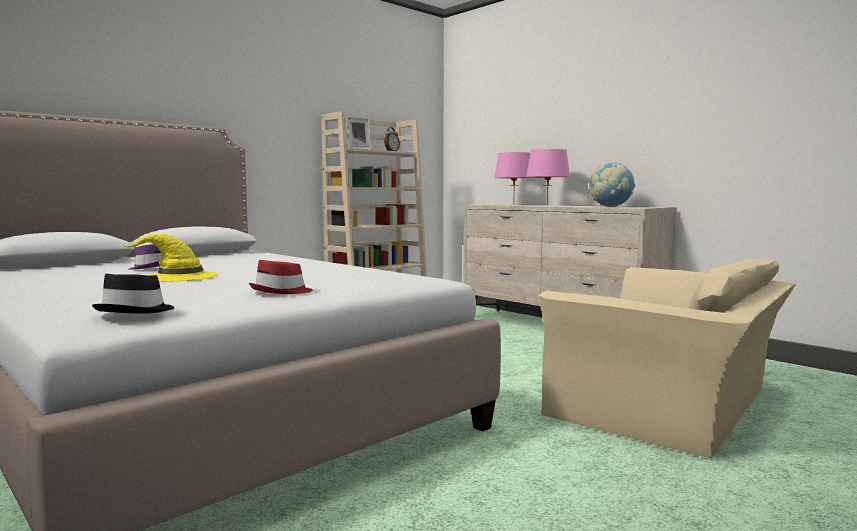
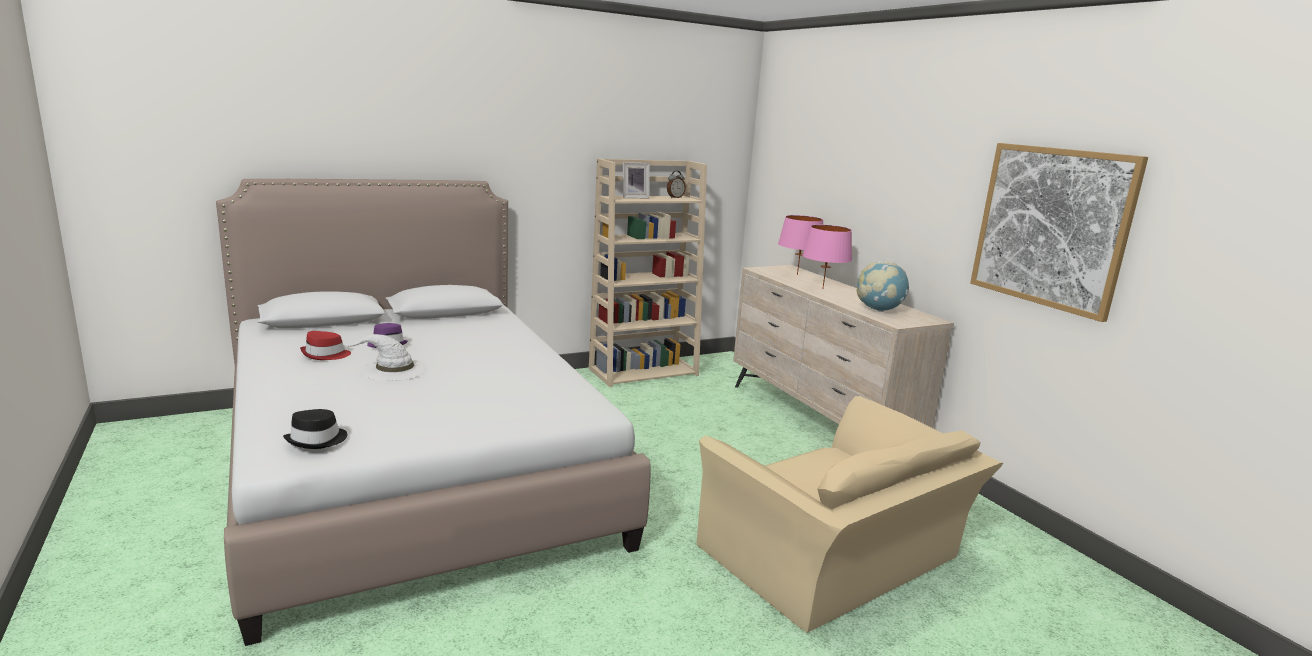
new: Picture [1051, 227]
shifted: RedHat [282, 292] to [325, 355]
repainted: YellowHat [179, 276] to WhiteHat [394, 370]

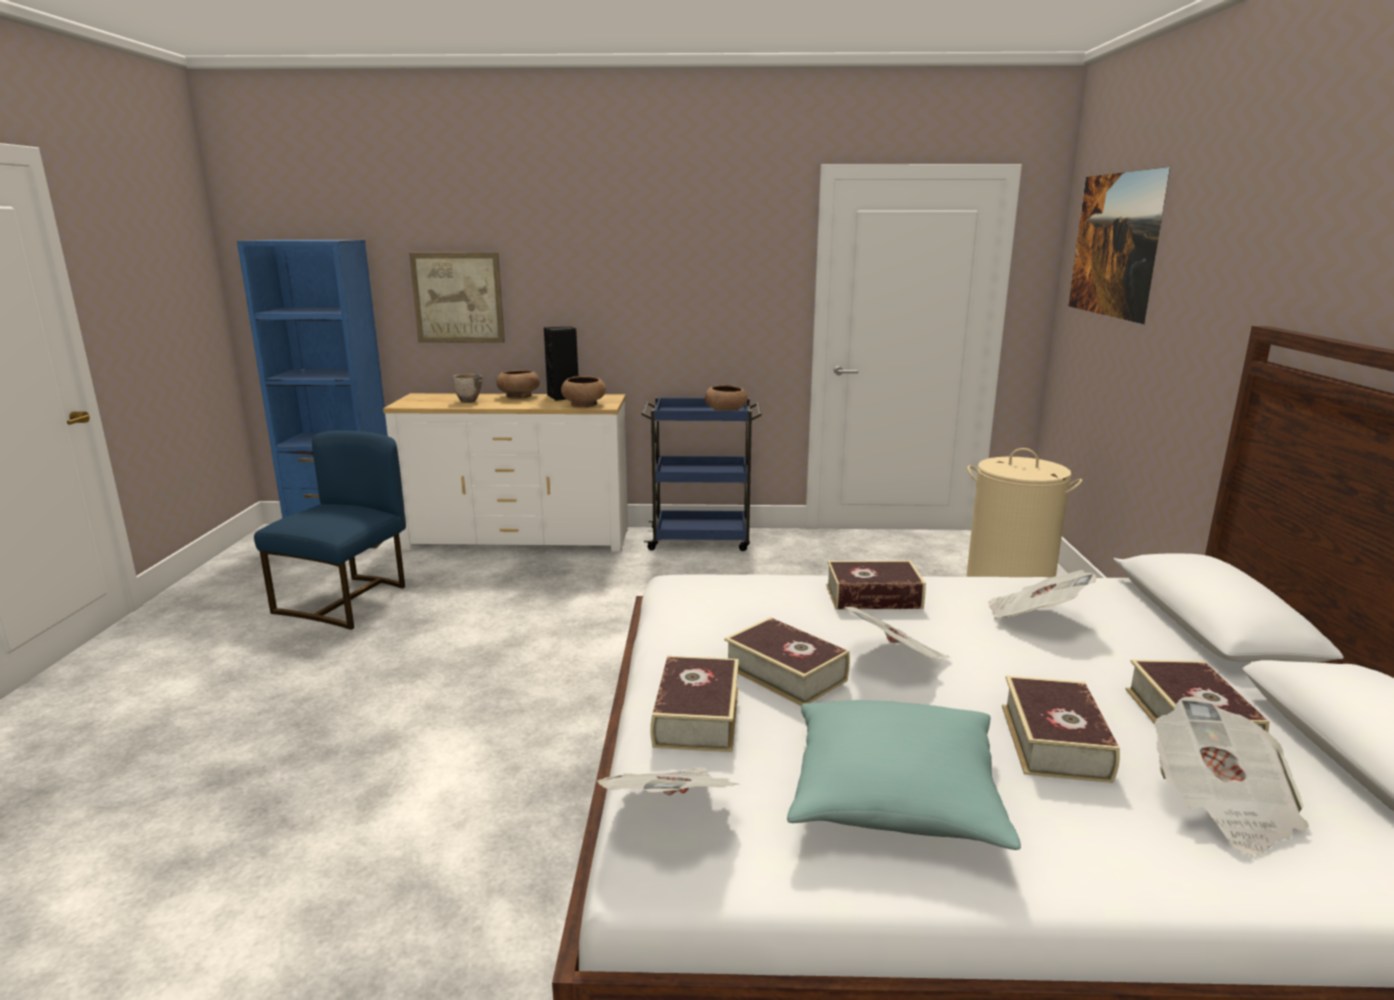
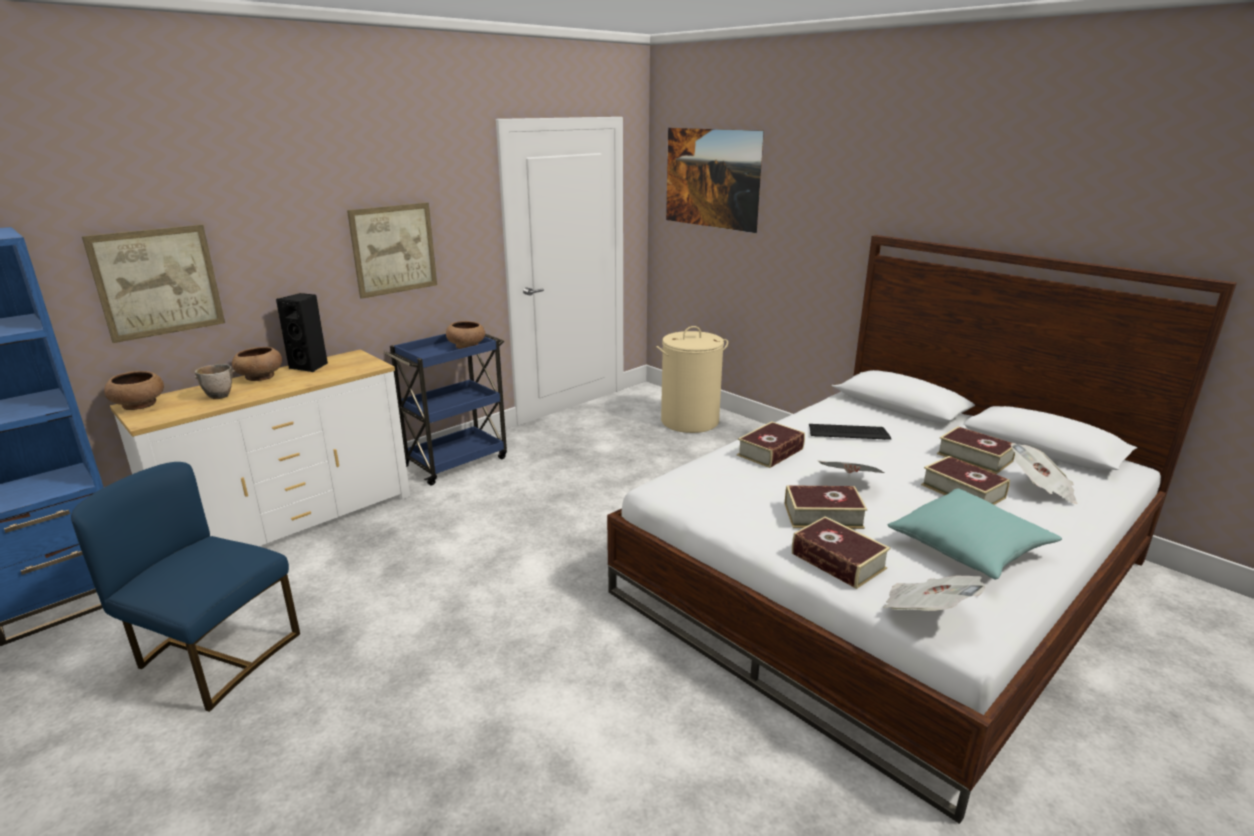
new: Picture [394, 249]
shifted: BrownBowl [584, 405] to [140, 404]
swapped: Newspaper [1034, 617] to Keyboard [848, 433]
rotated: BlueChair [347, 601] = [214, 656] 45 degrees counterclockwise

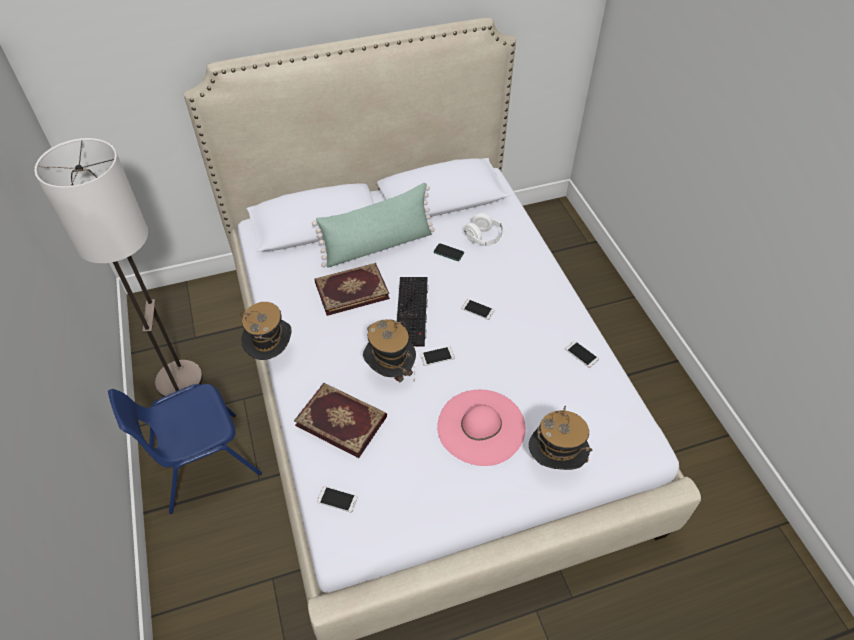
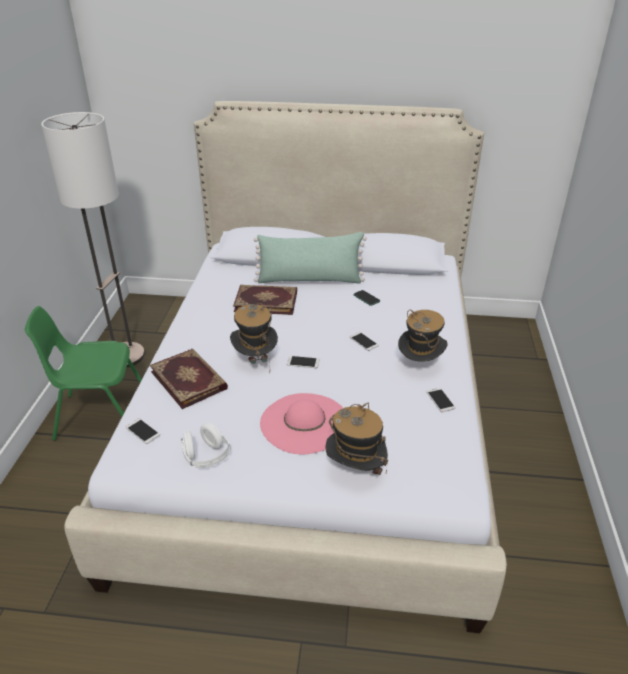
gone: Keyboard [413, 312]
shifted: WhiteHeadphones [484, 238] to [206, 457]; Hat [271, 353] to [420, 366]
repainted: BlueChair [202, 463] to GreenChair [100, 415]

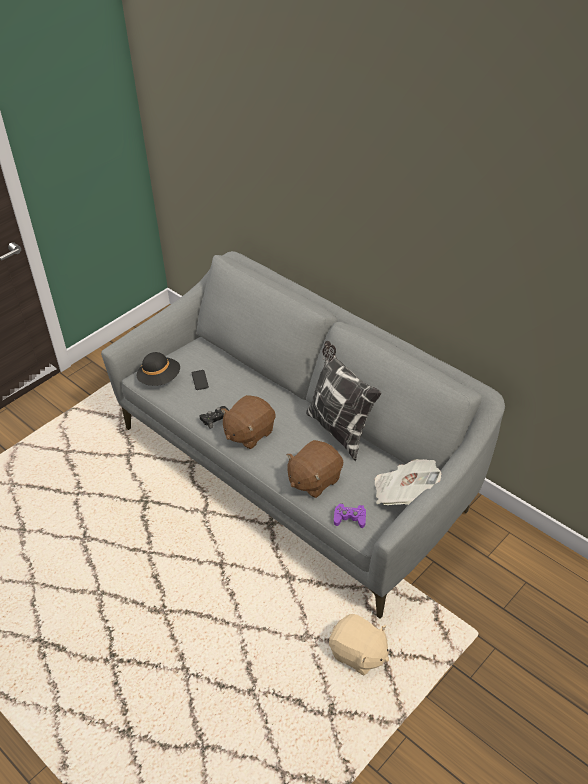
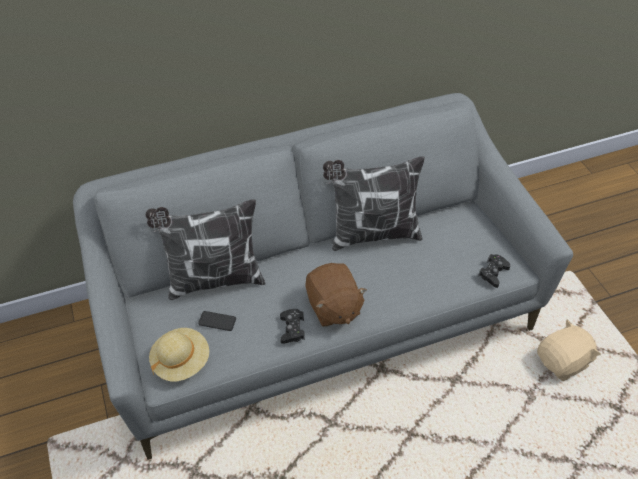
gone: BrownPlushToy [314, 480]; Newspaper [403, 493]
new: Pillow [213, 280]
repainted: BlackHat [160, 379] to BeigeHat [181, 362]; PurpleGameController [350, 518] to BlackGameController [493, 273]

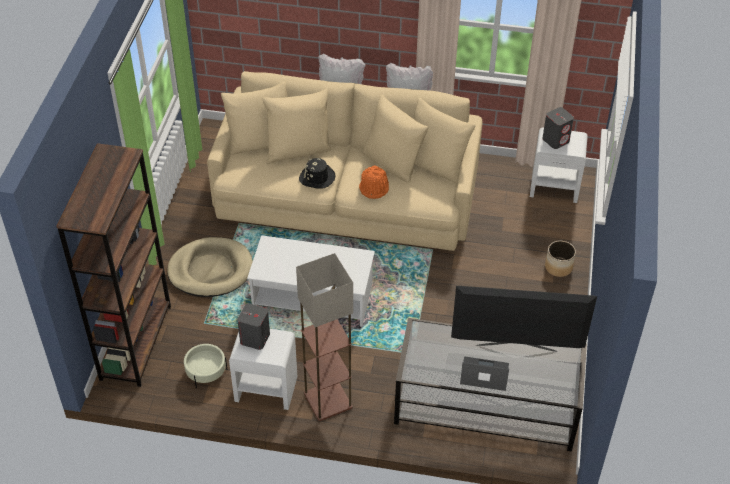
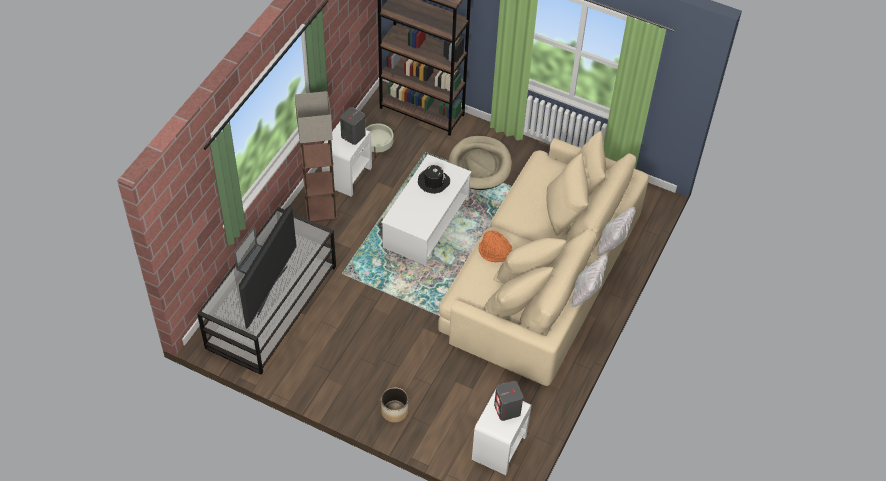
shifted: BlackHat [317, 177] to [433, 182]

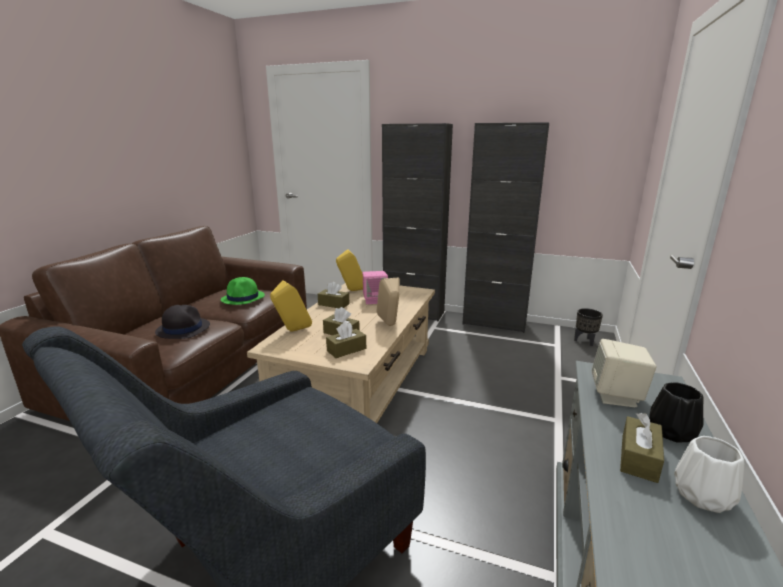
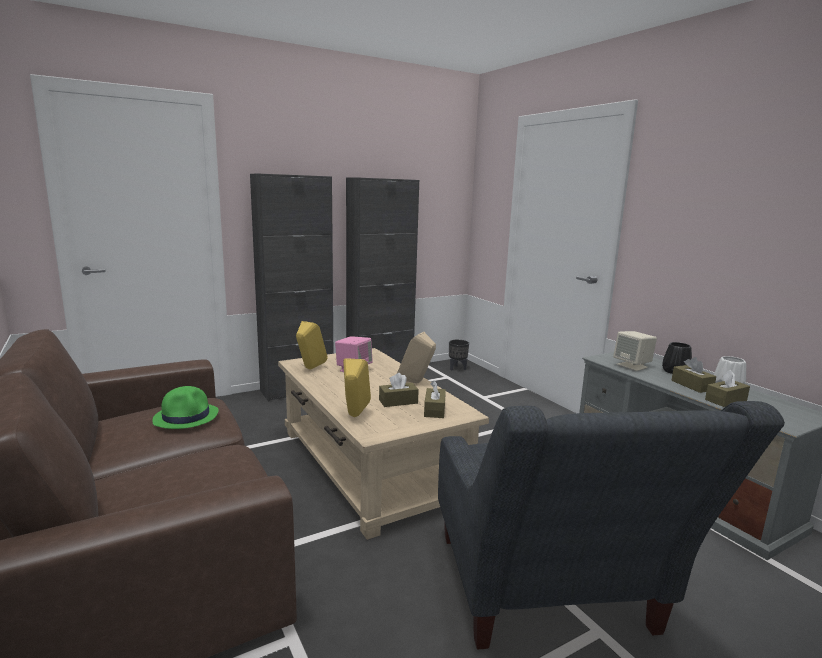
gone: BlackHat [183, 329]
shifted: BrownTissueBox [333, 304] to [725, 400]

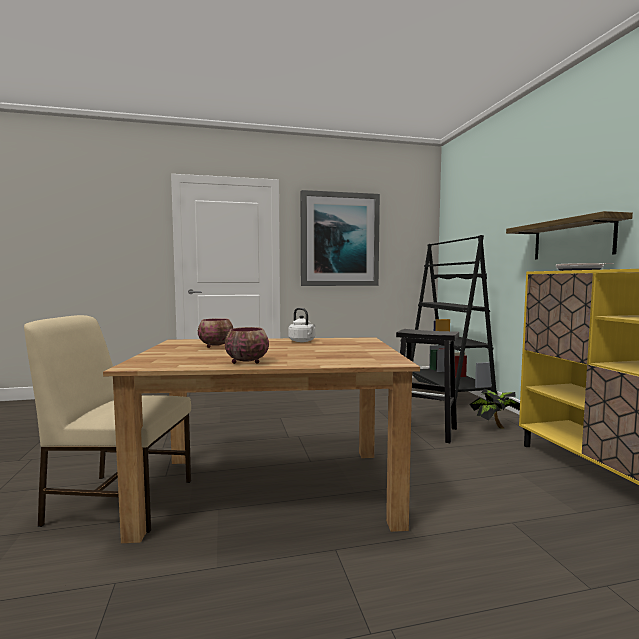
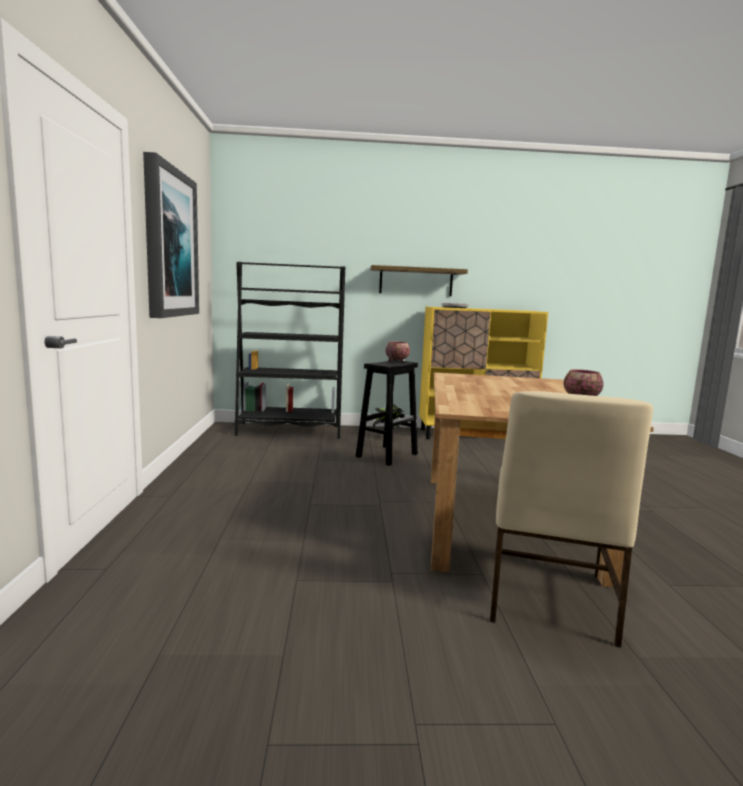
gone: WhiteKettle [302, 341]
shifted: Bowl [217, 346] to [397, 361]

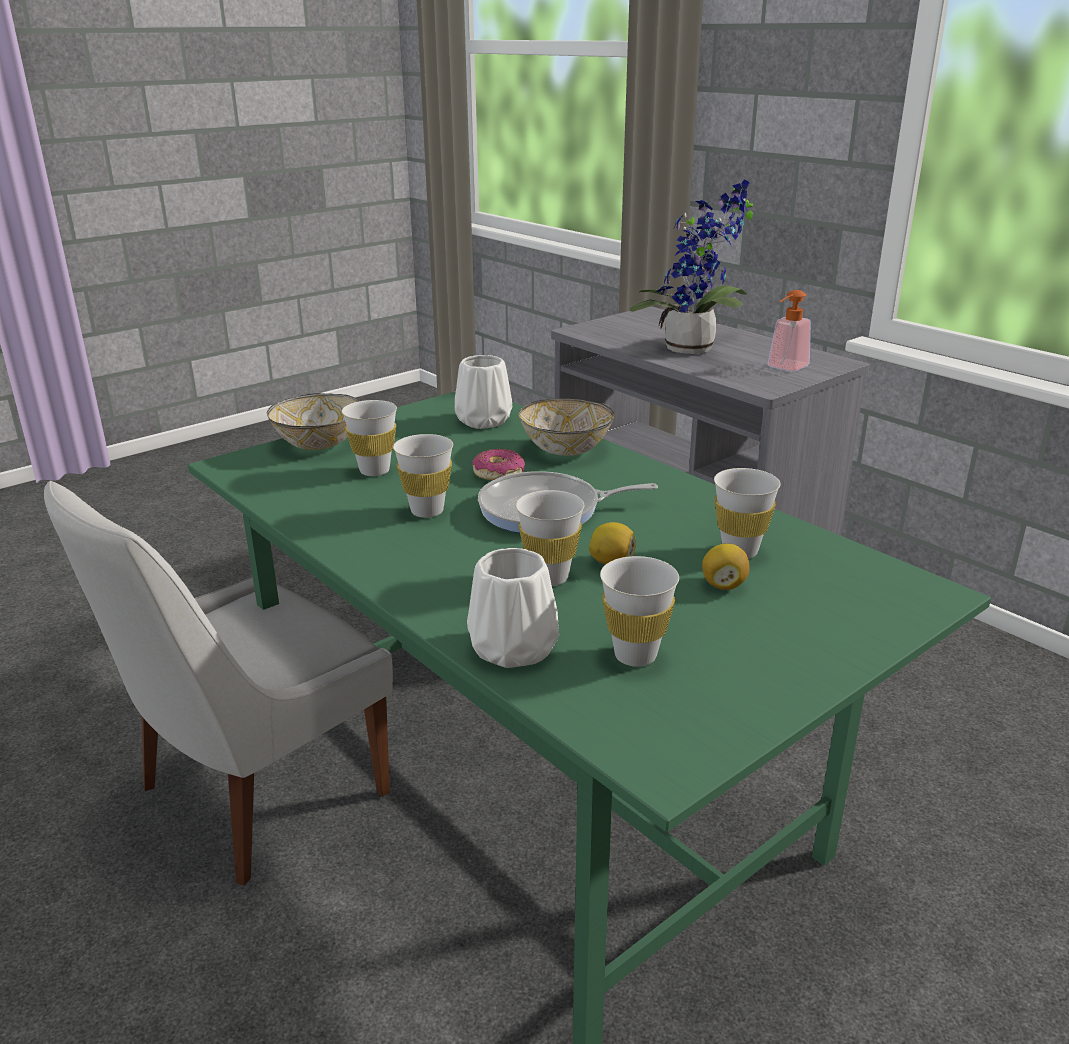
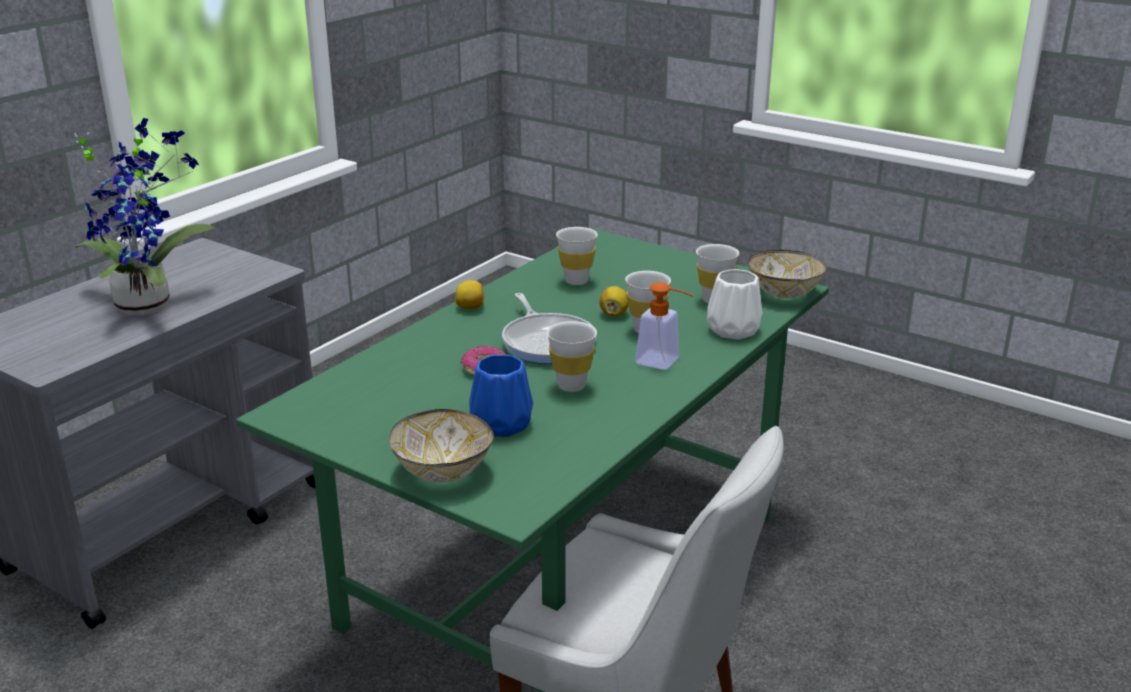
gone: WhiteVase [484, 421]
shifted: Lemon [723, 585] to [470, 307]; SoapDispenser [784, 368] to [664, 363]; Bowl [567, 450] to [784, 293]
swapped: WhiteCup [374, 471] to BlueVase [500, 425]

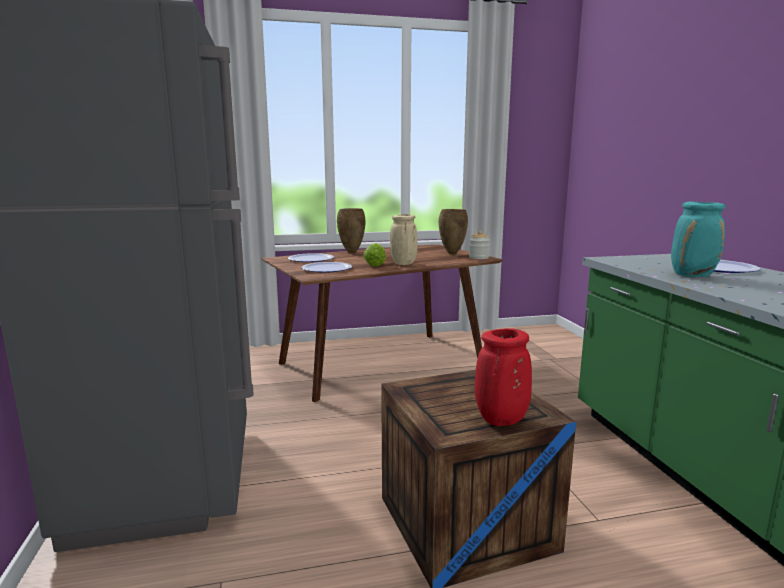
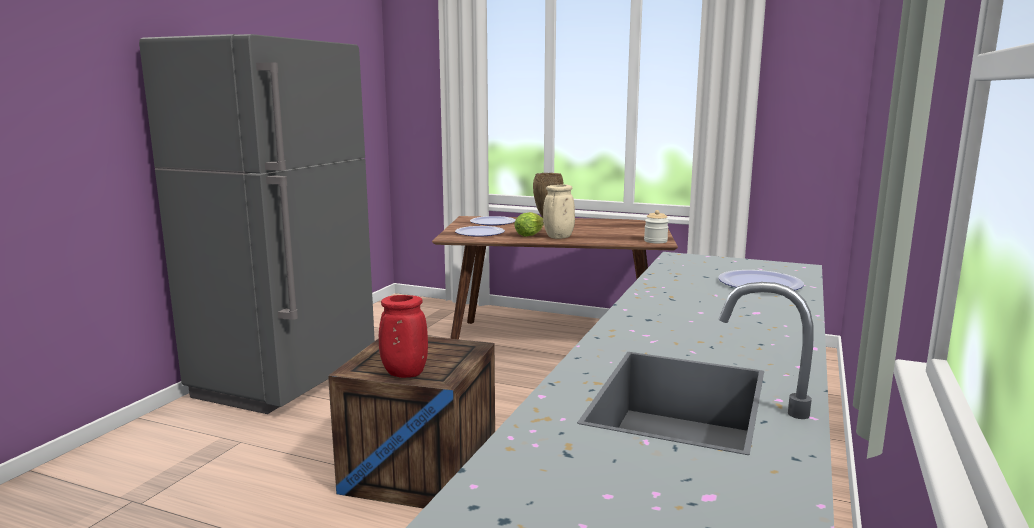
gone: BrownVase [452, 253]; TurquoiseVase [693, 275]

